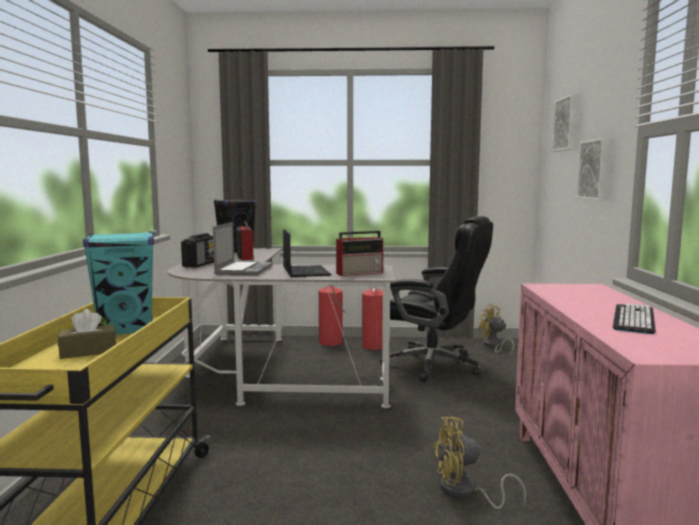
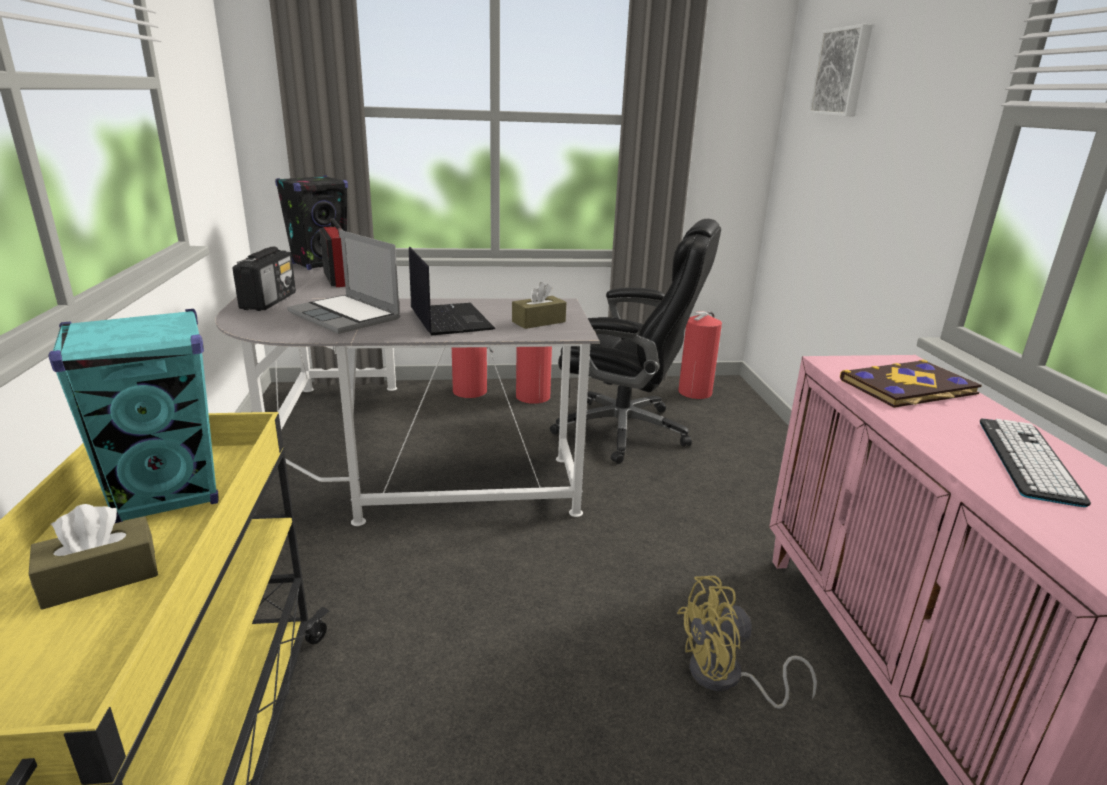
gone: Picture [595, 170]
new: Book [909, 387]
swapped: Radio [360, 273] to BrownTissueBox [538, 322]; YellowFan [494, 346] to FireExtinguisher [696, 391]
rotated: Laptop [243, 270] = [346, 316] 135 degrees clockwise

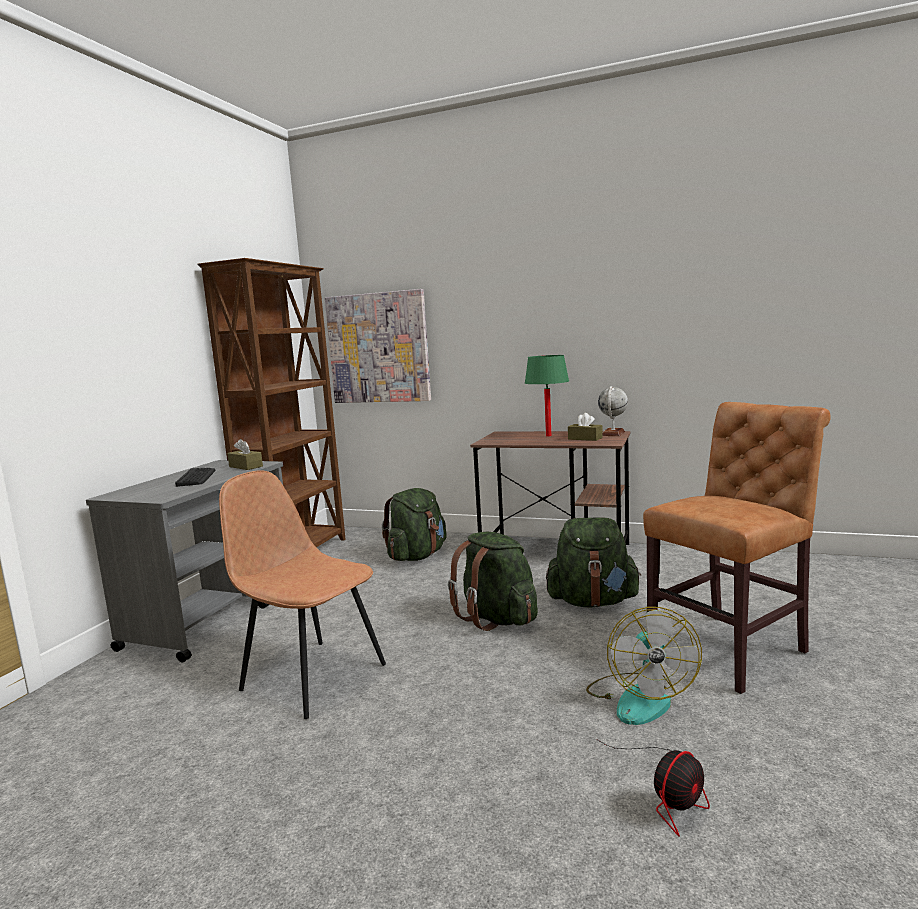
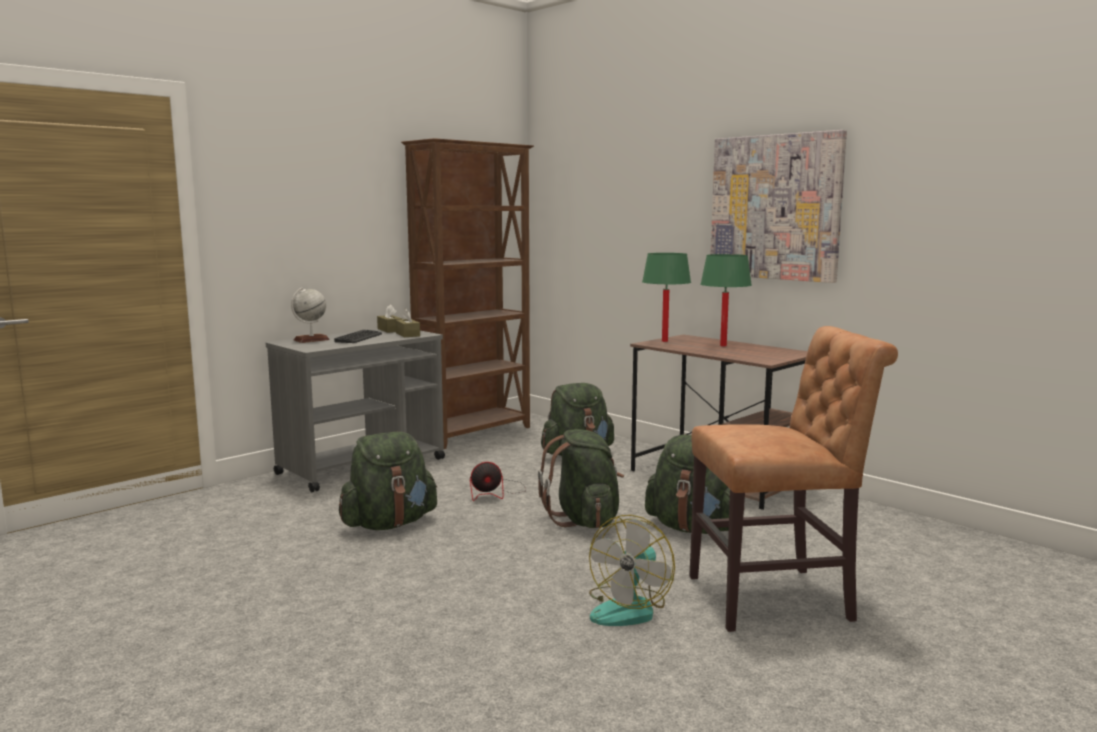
new: GreenTableLamp [664, 341]
shifted: Globe [613, 433] to [311, 340]; BrownTissueBox [585, 438] to [390, 330]; Fan [671, 793] to [495, 493]; Picture [379, 348] to [775, 207]
swapped: BrownChair [311, 676] to GreenBackpack [389, 524]

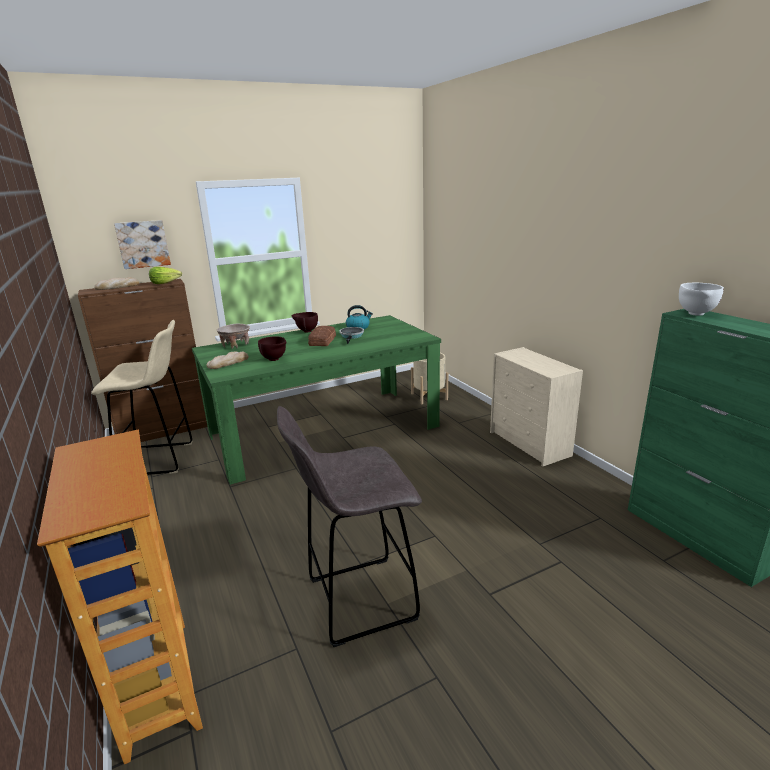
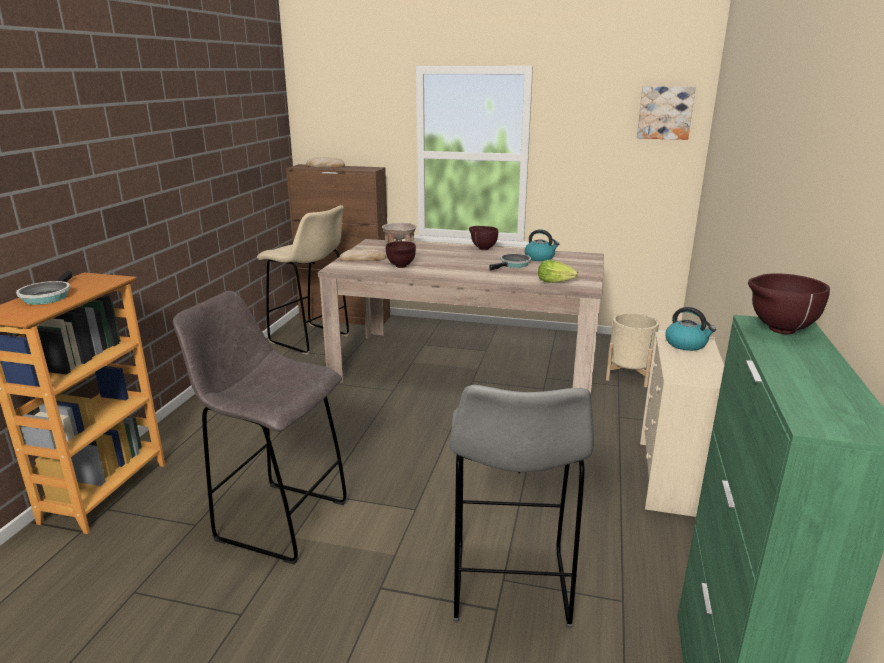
gone: Bread [323, 341]
new: FryingPan [47, 296]; GreyStool [510, 588]; Kettle [686, 344]
shifted: Lettuce [165, 283] to [555, 282]; Picture [143, 244] to [665, 112]
repainted: GreenDiningTable [324, 430] to BeigeDiningTable [465, 367]; WhiteBowl [695, 314] to BrownBowl [777, 330]

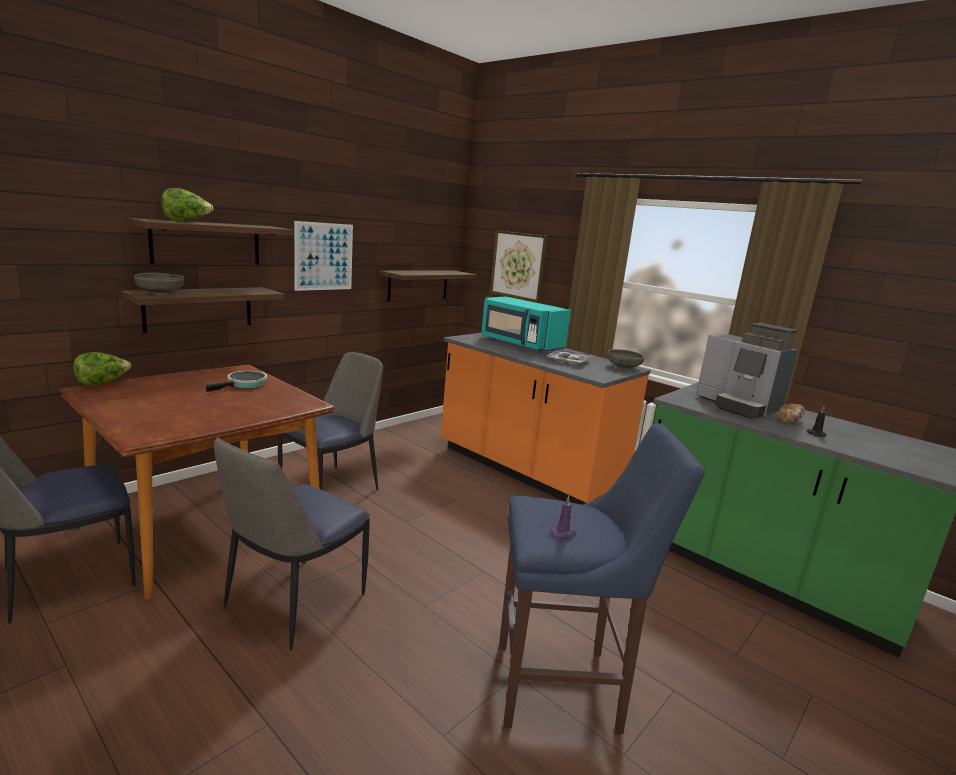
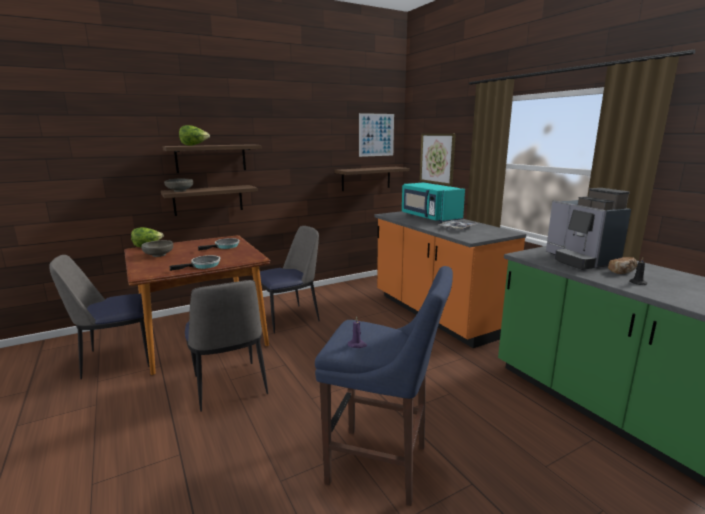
new: FryingPan [203, 265]
shifted: GreyBowl [623, 367] to [158, 255]; Picture [324, 256] to [376, 135]
rotated: Chair [293, 603] = [229, 386] 75 degrees counterclockwise

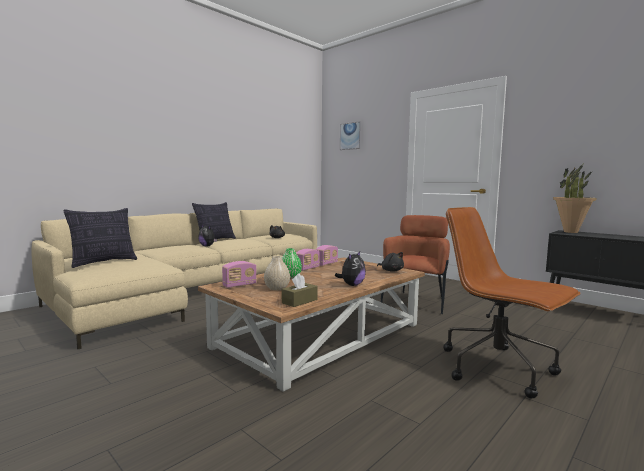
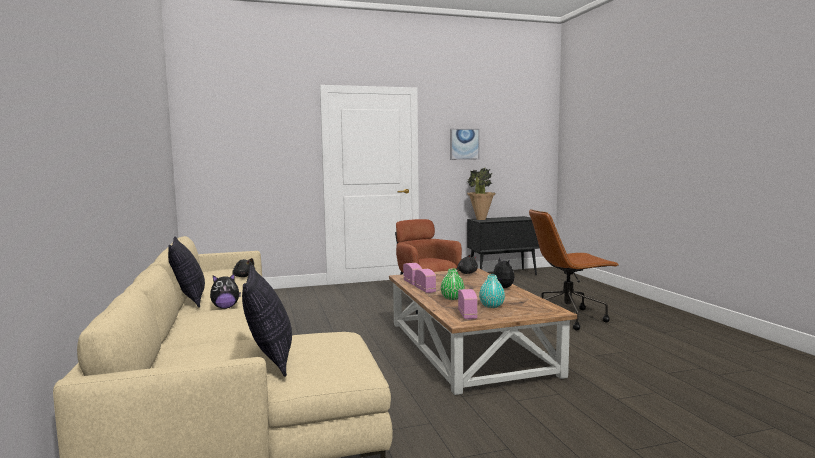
gone: BrownTissueBox [299, 301]
shifted: Picture [350, 136] to [464, 144]
repainted: BeigeVase [277, 288] to TurquoiseVase [491, 306]

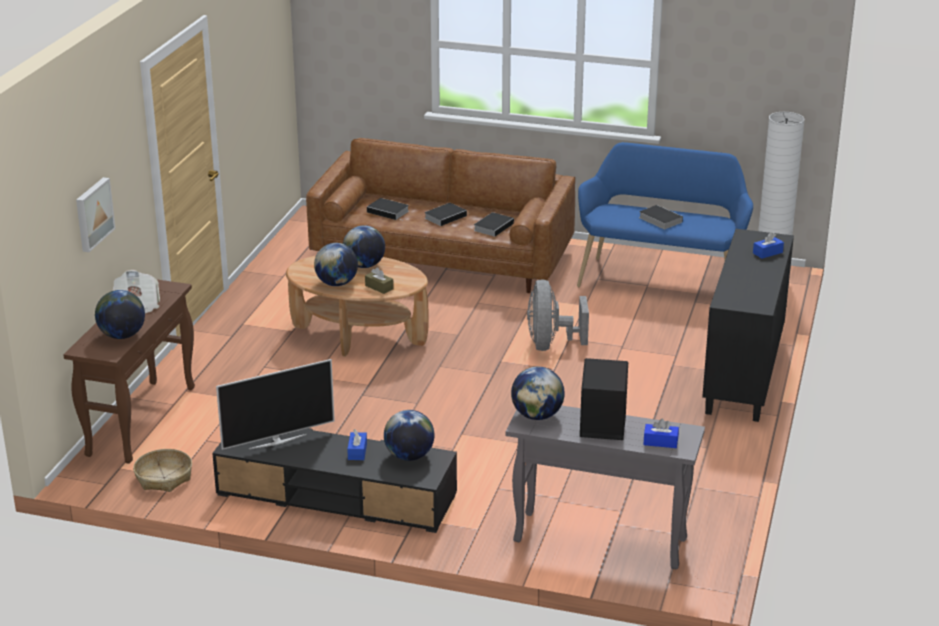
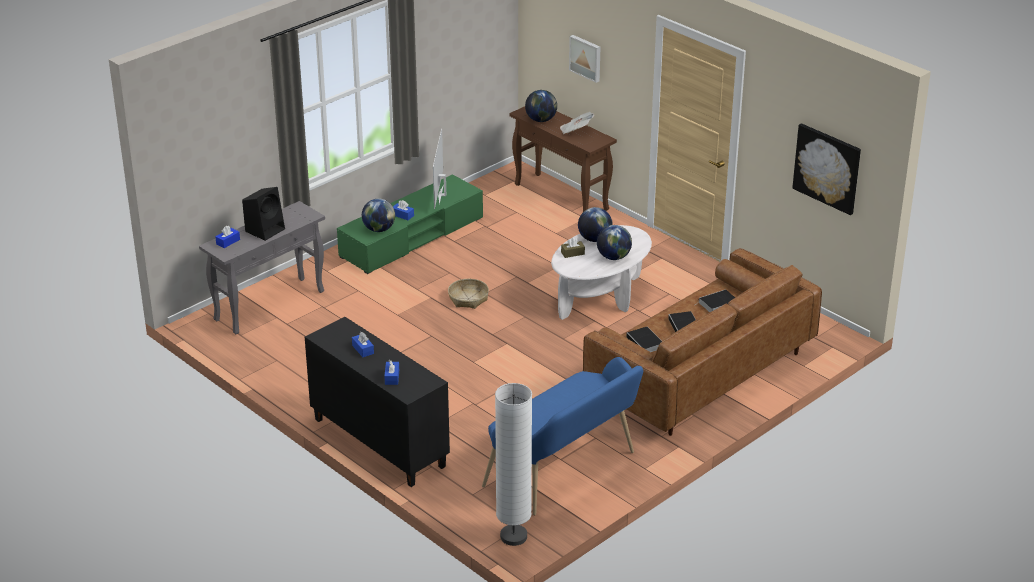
gone: Globe [537, 415]; GreyFan [550, 344]; Book [659, 219]
new: BlueTissueBox [363, 349]; Picture [827, 168]
shifted: Basket [163, 478] to [468, 299]
repainted: BlackTvStand [336, 495] to GreenTvStand [412, 237]; BrownCoffeeTable [358, 336] to WhiteCoffeeTable [600, 297]

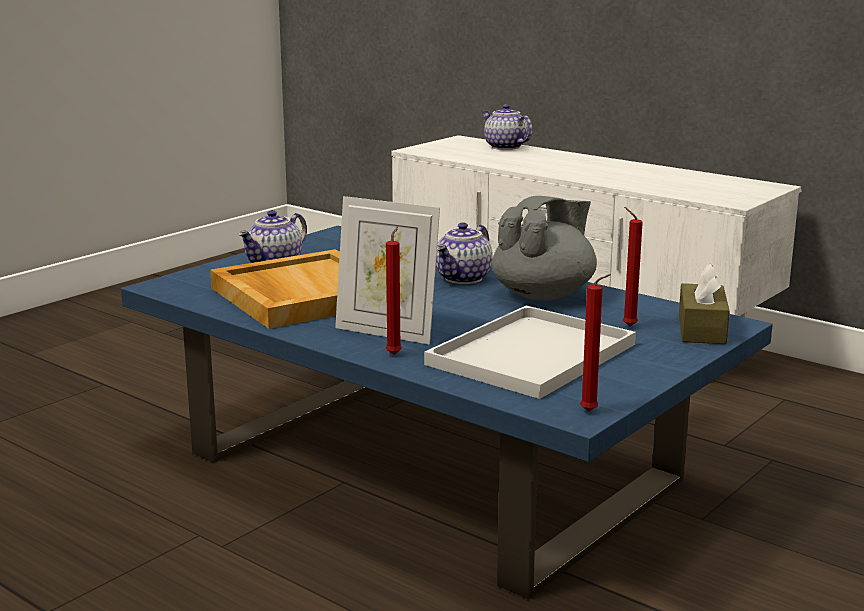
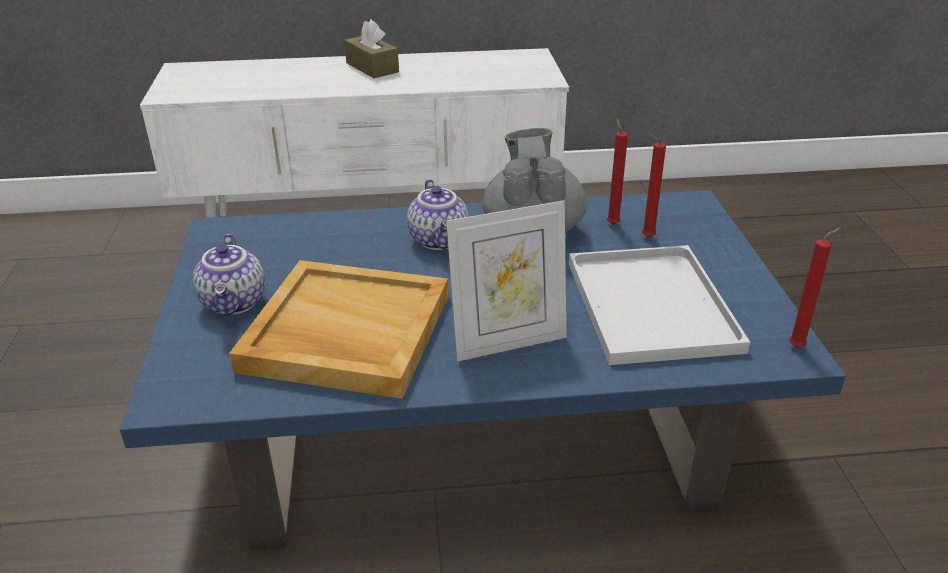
gone: Teapot [504, 147]
shifted: BrownTissueBox [701, 329] to [372, 67]; RedCandle [395, 353] to [612, 223]

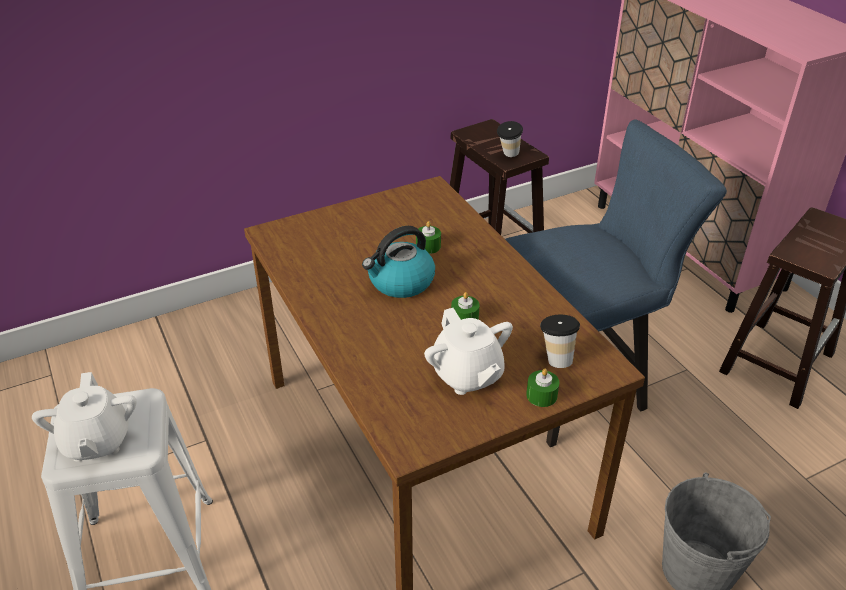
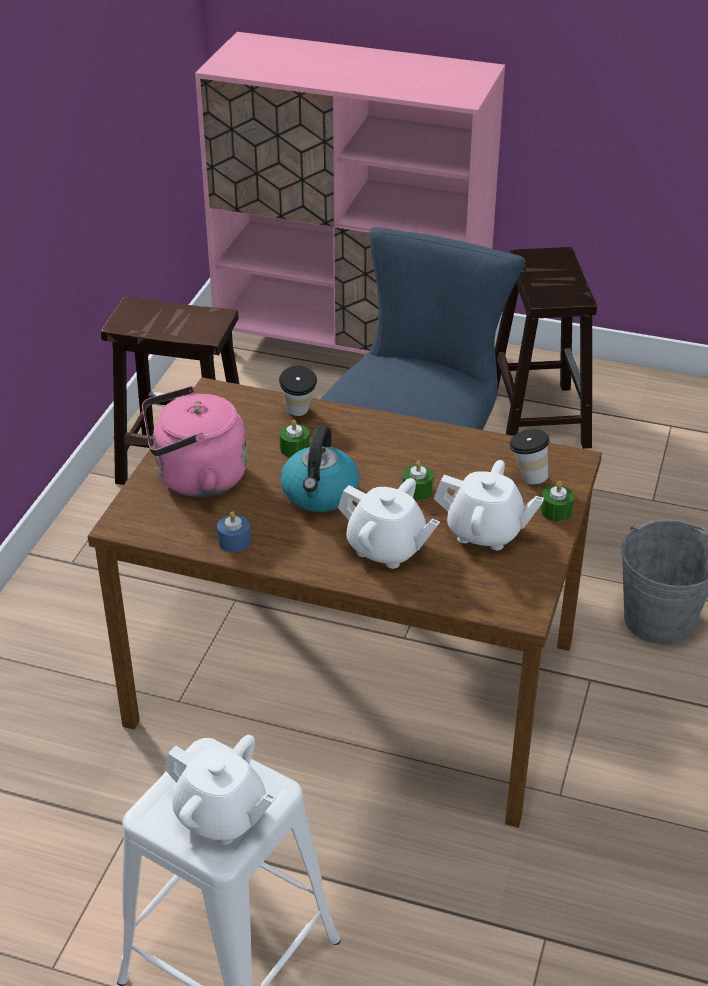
new: PinkKettle [196, 478]; BlueCandle [234, 541]; WhiteTeapot [387, 548]
shifted: Cup [508, 155] to [298, 414]

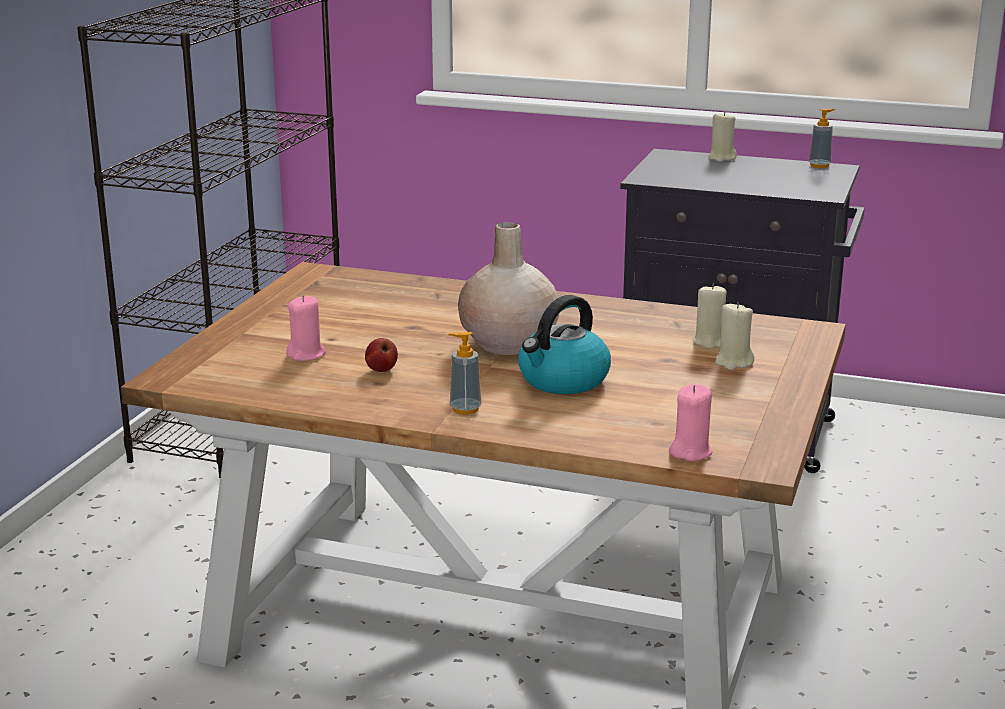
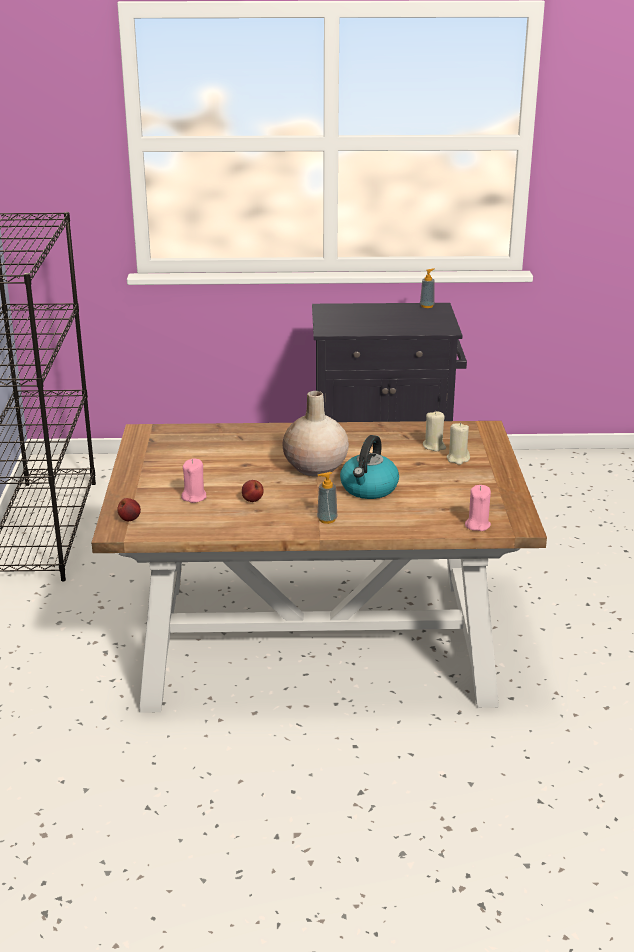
gone: BeigeCandle [721, 158]
new: Apple [129, 519]

